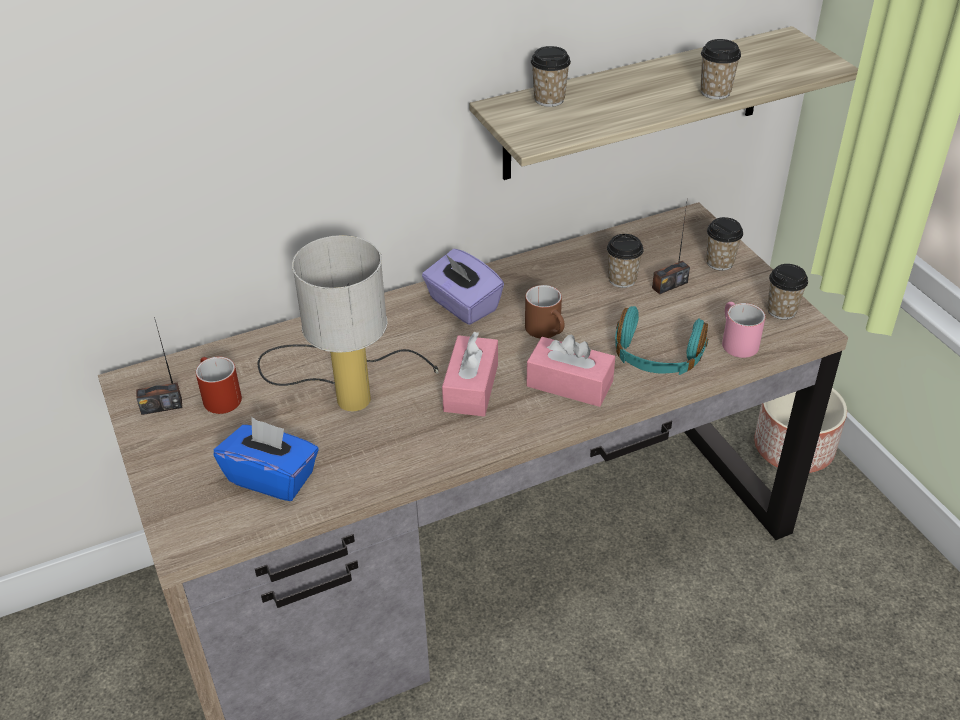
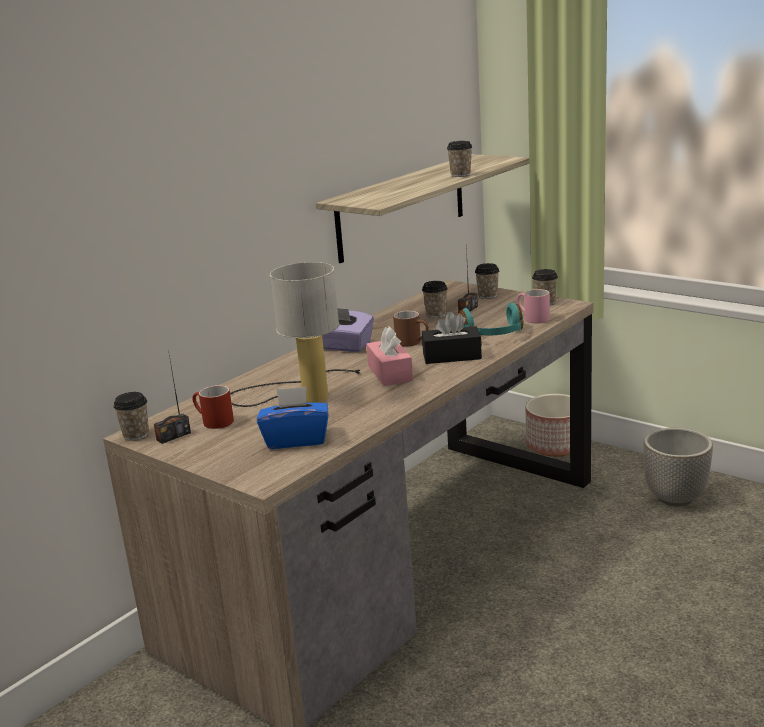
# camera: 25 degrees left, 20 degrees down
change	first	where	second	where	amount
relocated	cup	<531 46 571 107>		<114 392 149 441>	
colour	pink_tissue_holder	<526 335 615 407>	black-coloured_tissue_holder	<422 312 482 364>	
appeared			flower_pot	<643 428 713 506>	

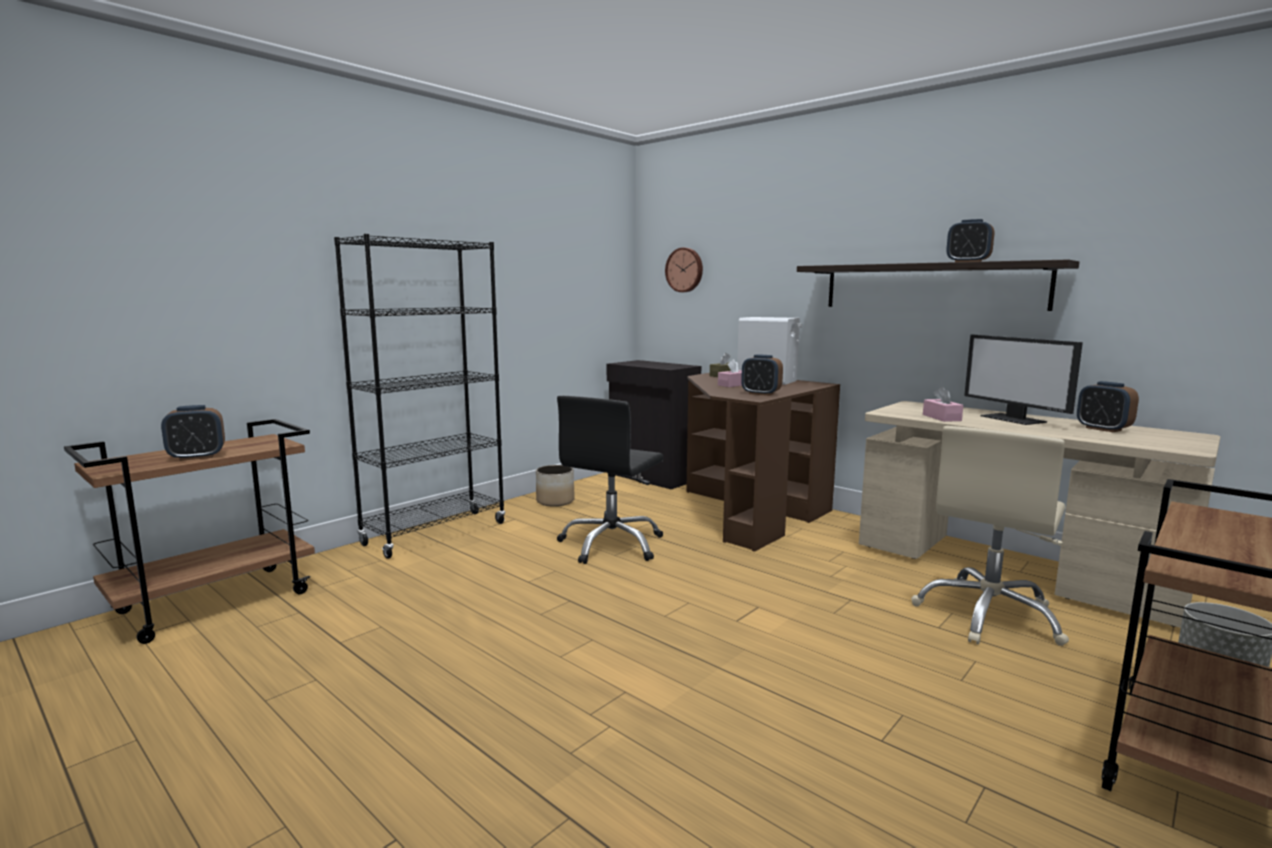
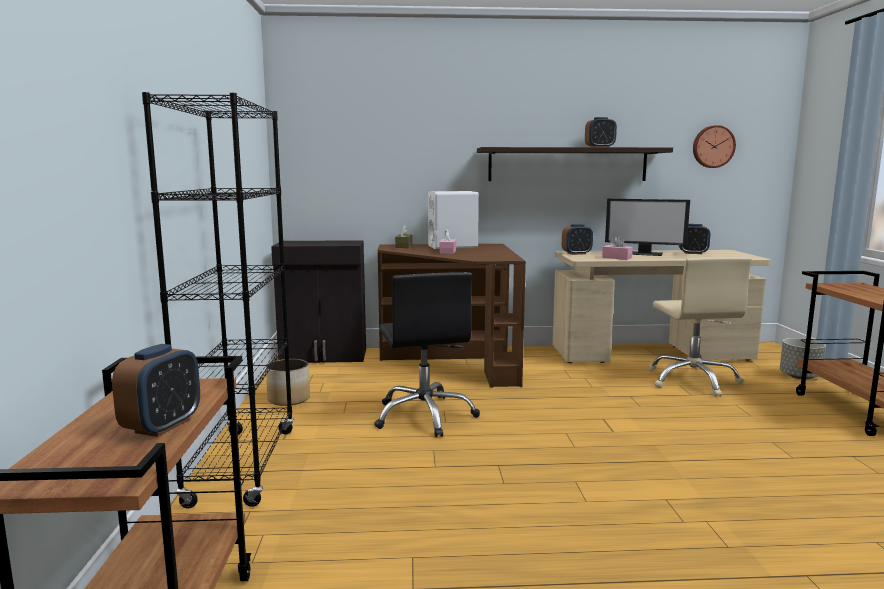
# camera: 45 degrees left, 0 degrees up
change	first	where	second	where	amount
relocated	wall_clock	<665 248 703 292>		<693 125 736 168>	
relocated	table_clock	<741 354 783 396>		<562 224 593 255>	

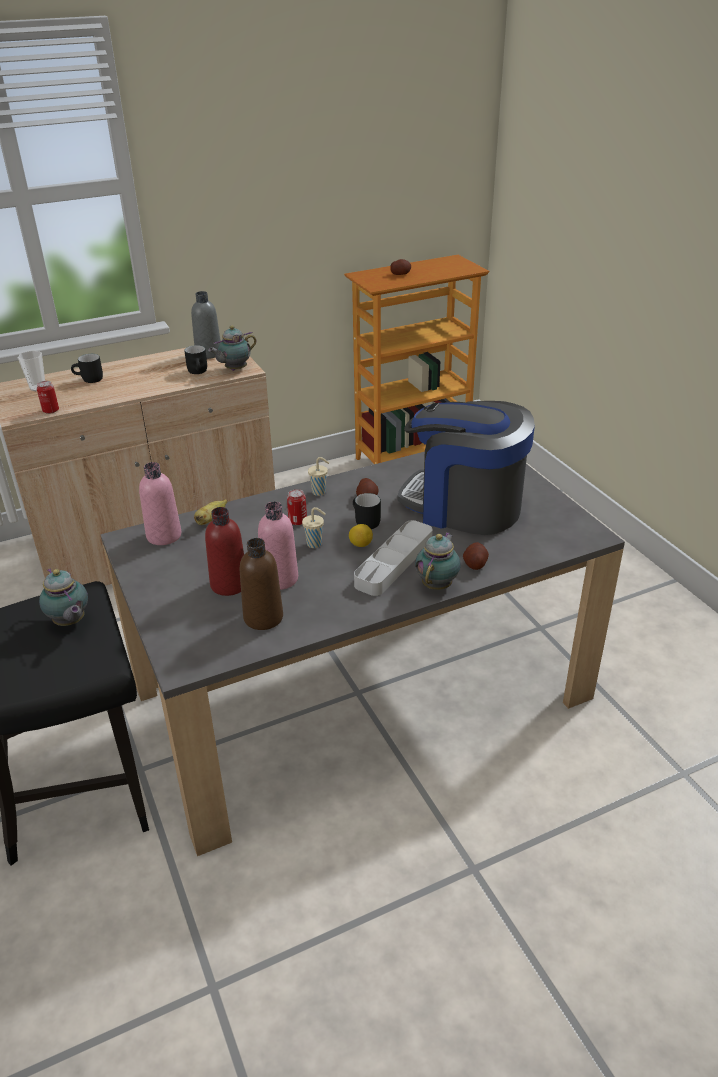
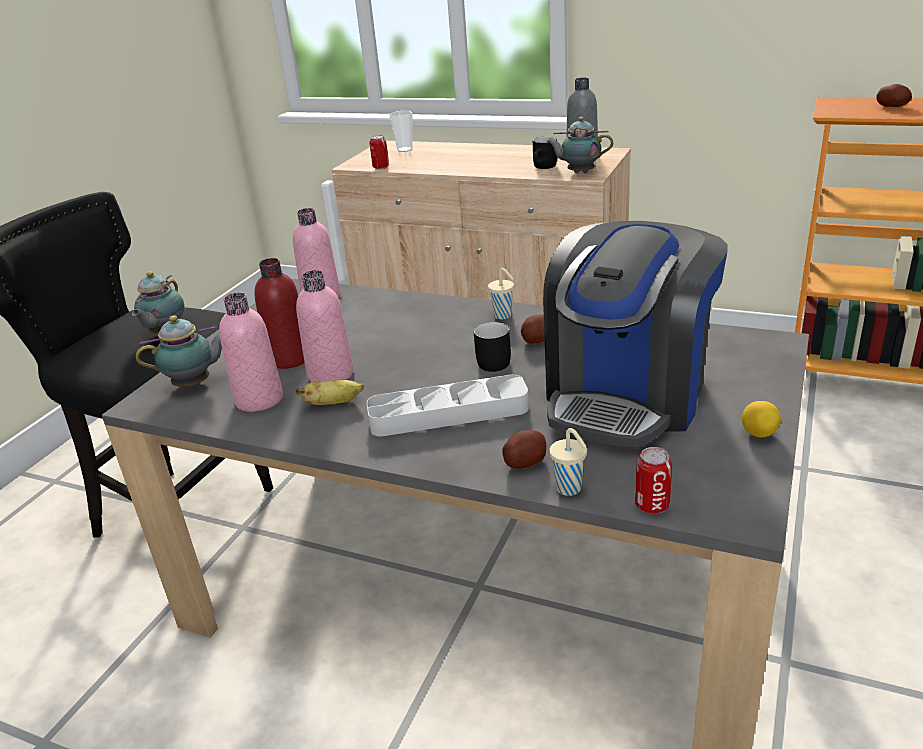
# camera: 50 degrees right, 5 degrees down
change	first	where	second	where	amount
missing	black-coloured_tea_mug	<71 354 103 383>			
spun	coffee_machine	<398 401 535 535>		<543 221 727 448>	135 degrees counterclockwise
relocated	sealed_can	<287 489 307 525>		<635 447 672 514>	
relocated	whole_banana	<194 499 227 525>		<296 380 364 405>	
relocated	sand-coloured_cup	<302 507 326 548>		<549 428 587 496>	
relocated	lemon	<349 524 373 547>		<742 401 781 437>	
relocated	teapot	<415 532 461 590>		<136 315 222 387>	
colour	brown_bottle	<240 538 283 630>	pink_bottle	<219 293 283 412>	

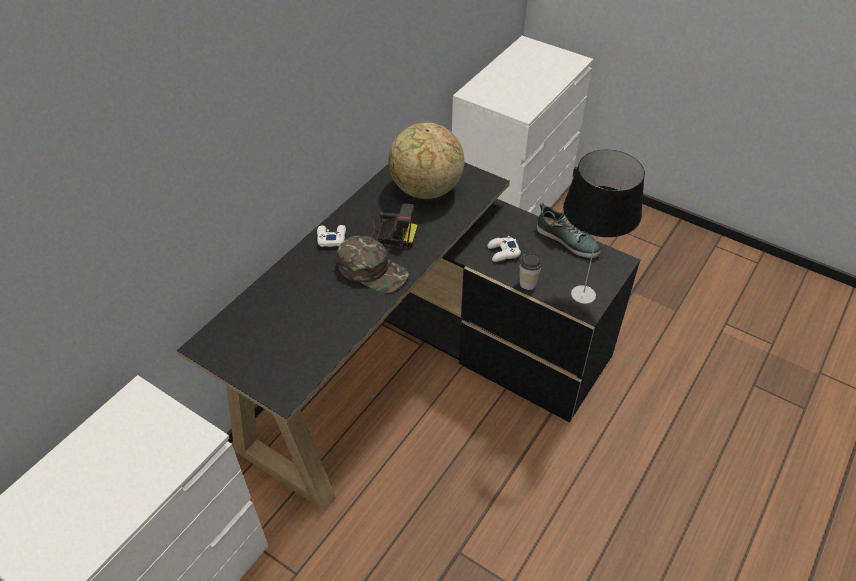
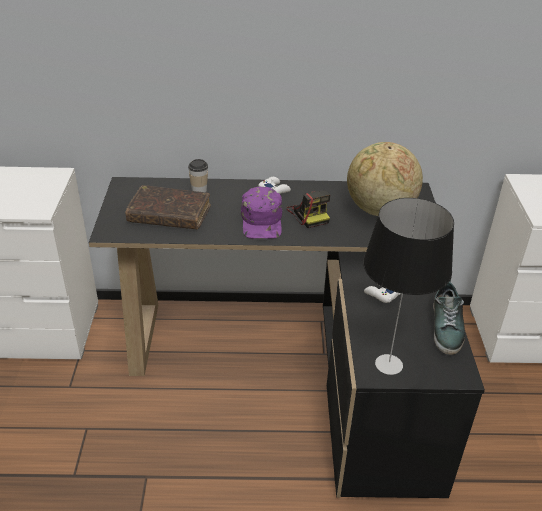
# camera: 55 degrees right, 10 degrees down
change	first	where	second	where	amount
colour	green_cap	<337 236 409 293>	purple-coloured_cap	<241 187 282 239>	
relocated	cup	<520 253 542 290>		<188 159 208 192>	
appeared			brown_book	<125 185 211 229>	

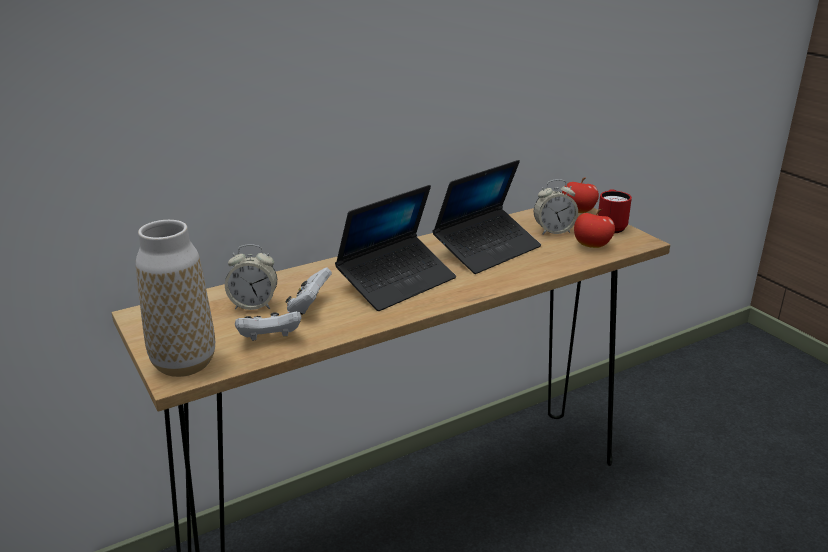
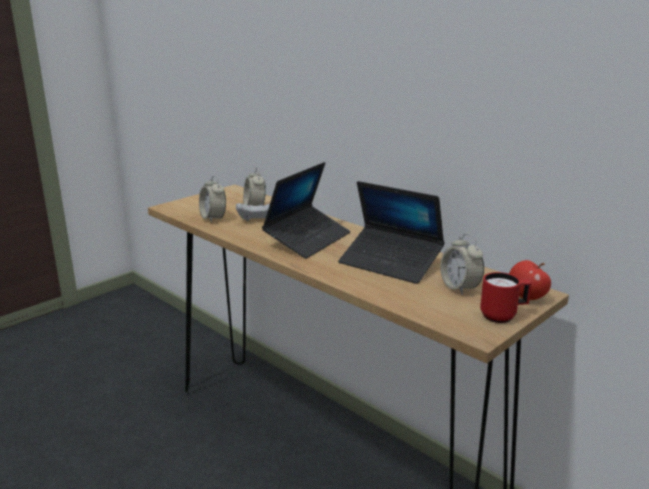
# camera: 75 degrees right, 5 degrees down
change	first	where	second	where	amount
spun	portable_computer	<335 185 456 311>		<262 162 350 259>	90 degrees counterclockwise
missing	apple	<574 209 615 248>			
missing	flower_vase	<136 220 215 377>			
exchanged	white-coloured_game_controller	<235 311 301 341>	table_clock	<199 176 226 223>	

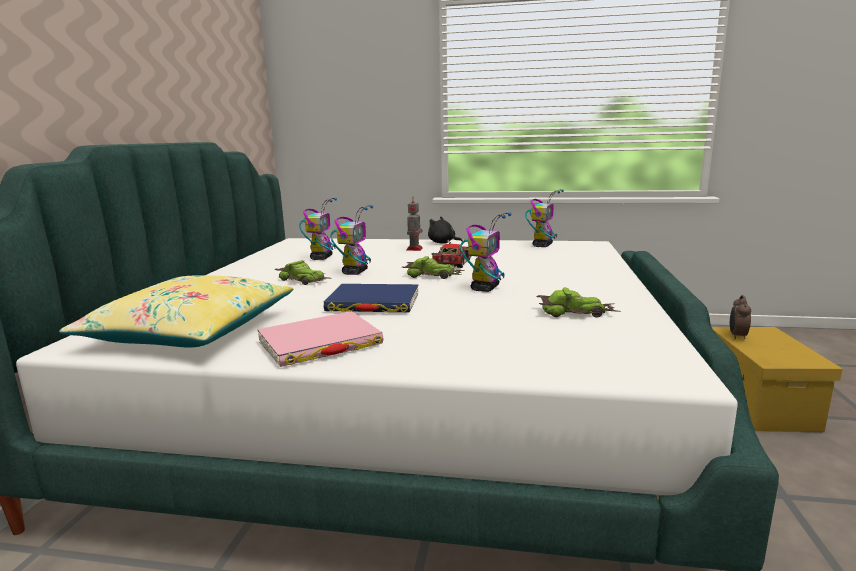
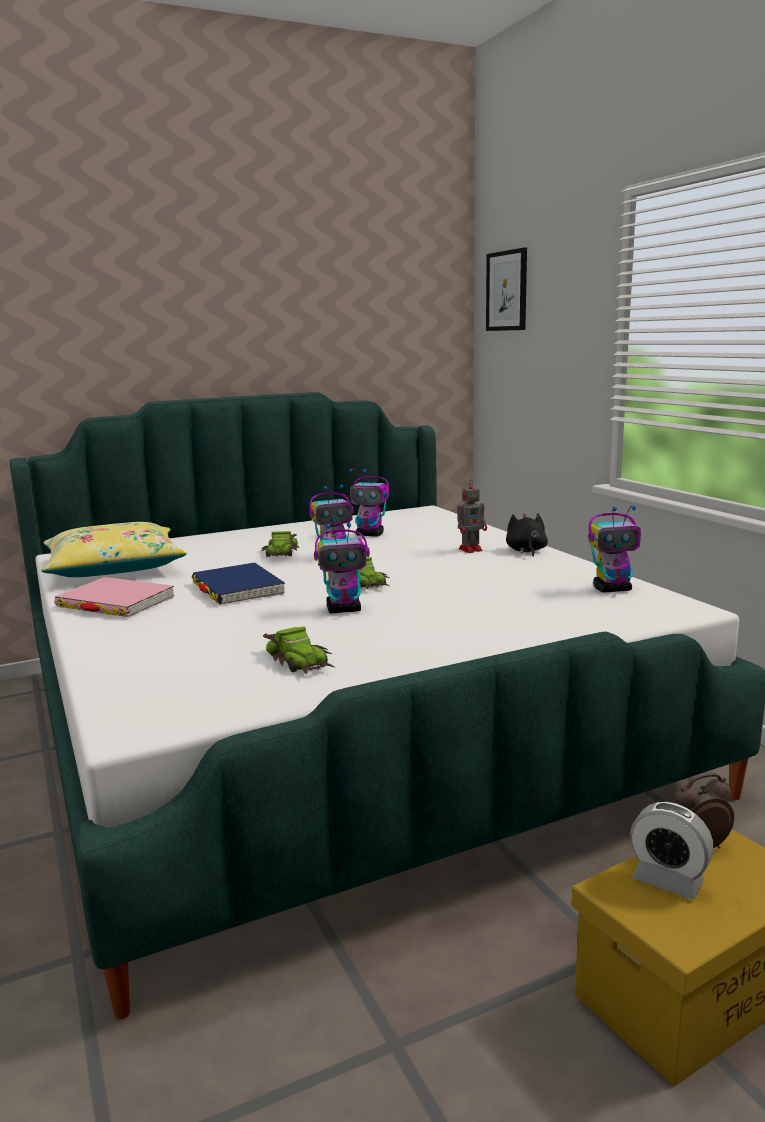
# camera: 55 degrees right, 0 degrees up
change	first	where	second	where	amount
spun	robot_figure	<299 198 337 260>		<349 469 390 537>	45 degrees clockwise
missing	toy_car	<432 244 472 268>			
appeared			wall_picture	<486 248 527 331>	
appeared			table_clock	<630 802 714 900>	

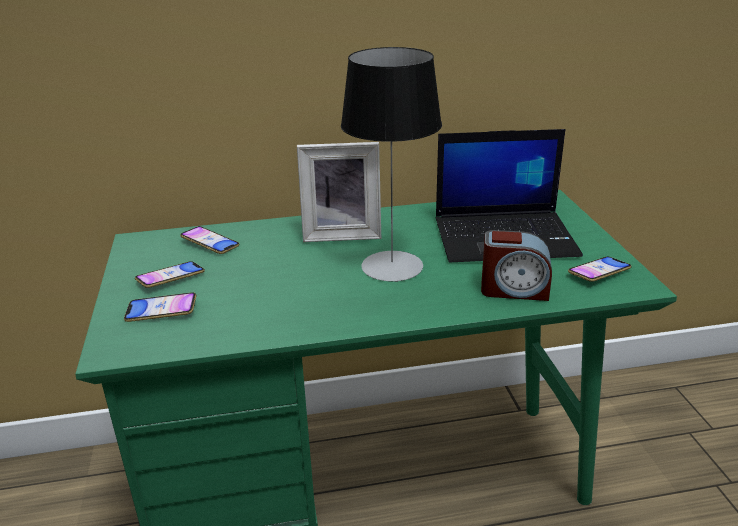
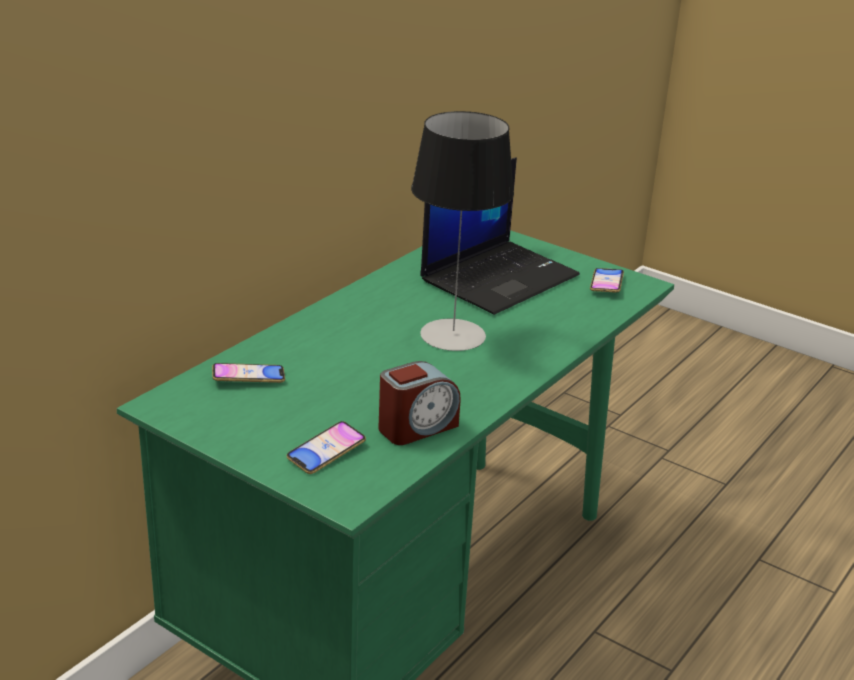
# camera: 45 degrees left, 0 degrees up
change	first	where	second	where	amount
missing	photo_frame	<297 142 381 242>			
relocated	table_clock	<481 230 552 301>		<378 361 461 445>	
missing	phone	<135 261 205 288>			

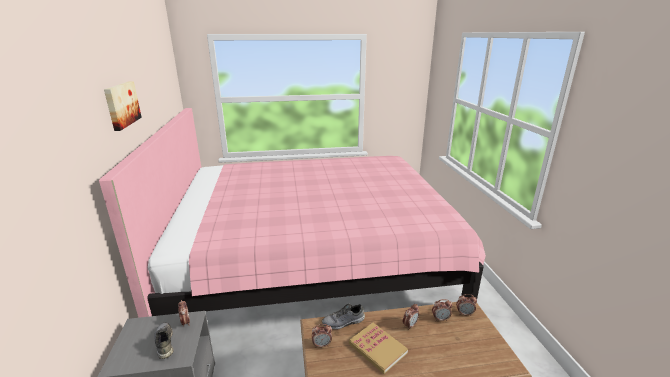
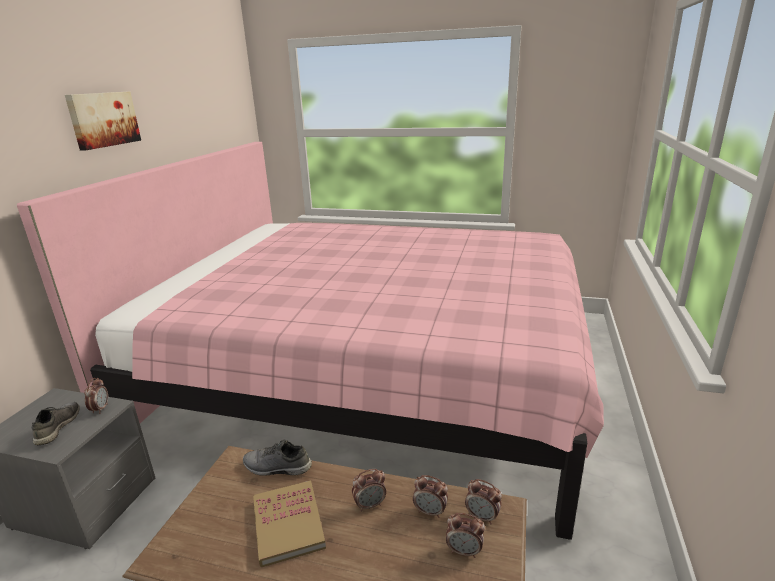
# camera: 25 degrees right, 0 degrees up
change	first	where	second	where	amount
relocated	table_clock	<312 324 332 348>		<446 513 485 558>	

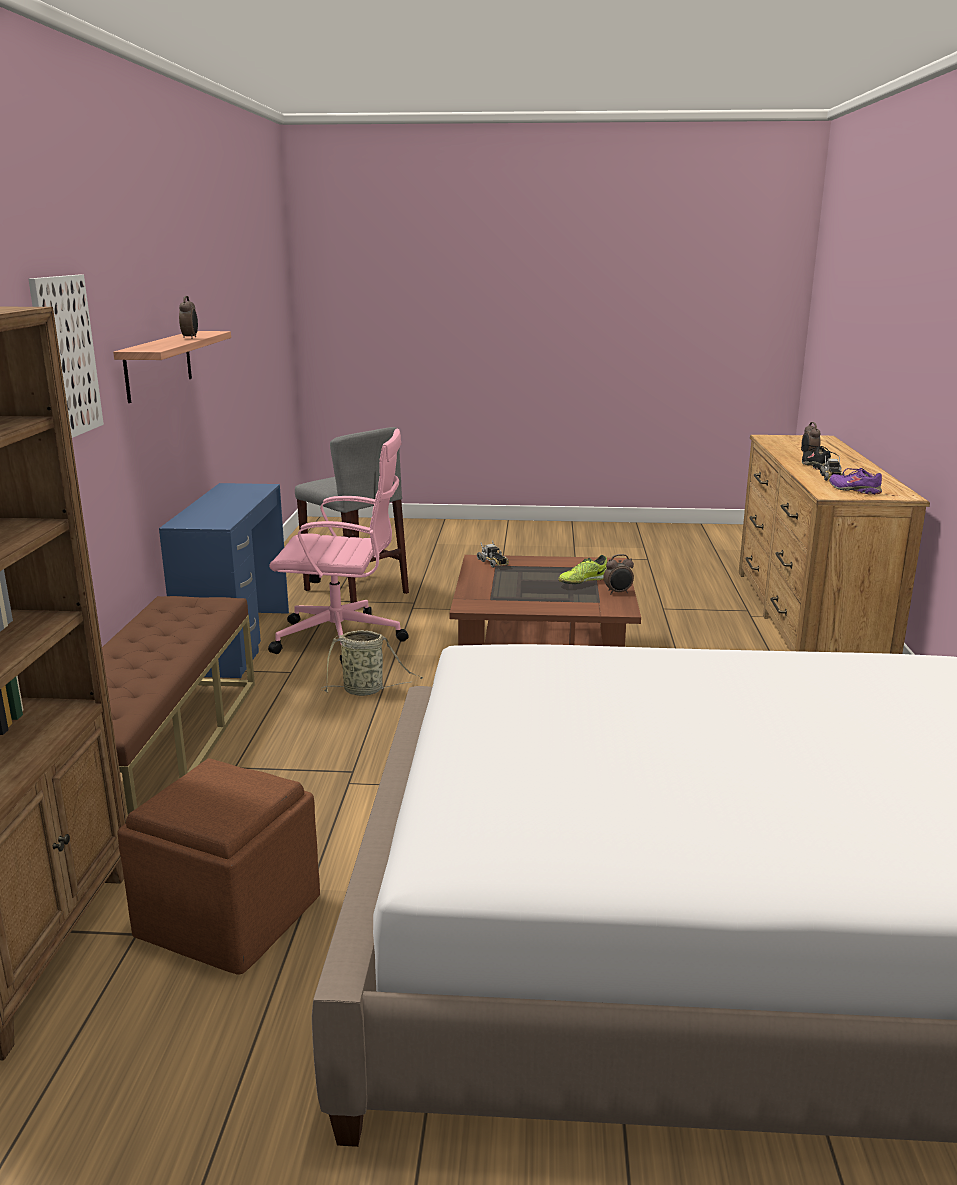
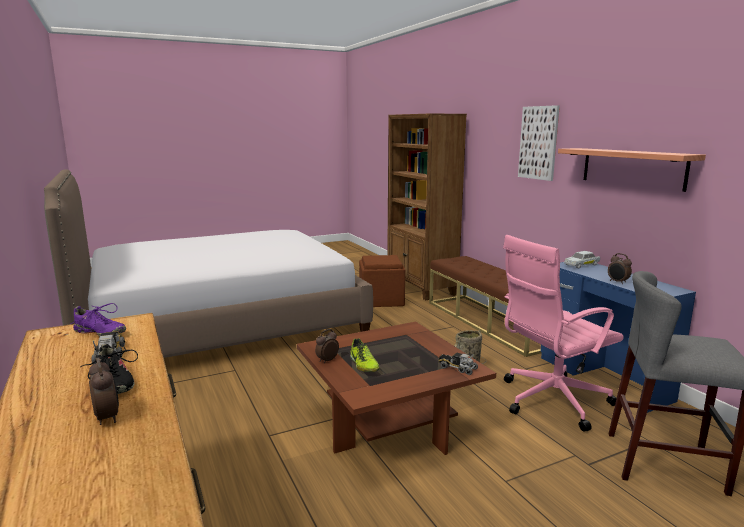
# camera: 150 degrees right, 5 degrees down
change	first	where	second	where	amount
relocated	table_clock	<179 296 198 339>		<608 253 632 284>	
spun	low_shoe	<558 555 607 584>		<350 339 380 372>	135 degrees clockwise
appeared			white-coloured_toy_car	<564 251 600 268>	

